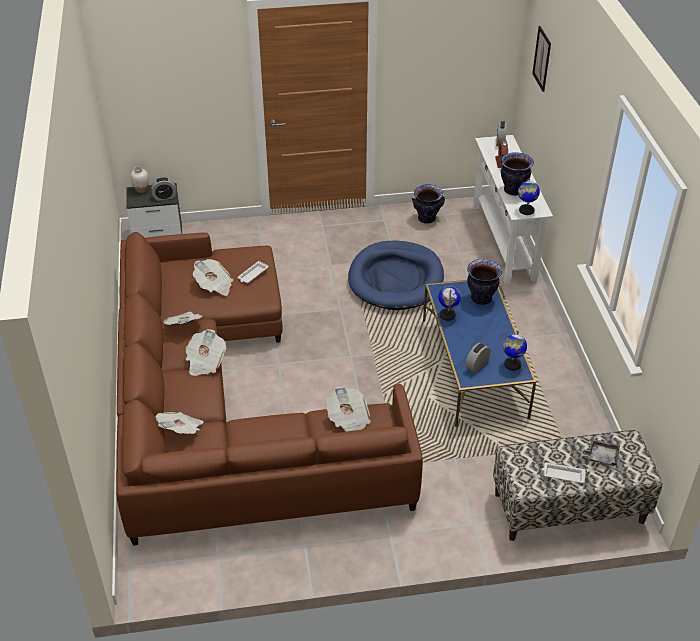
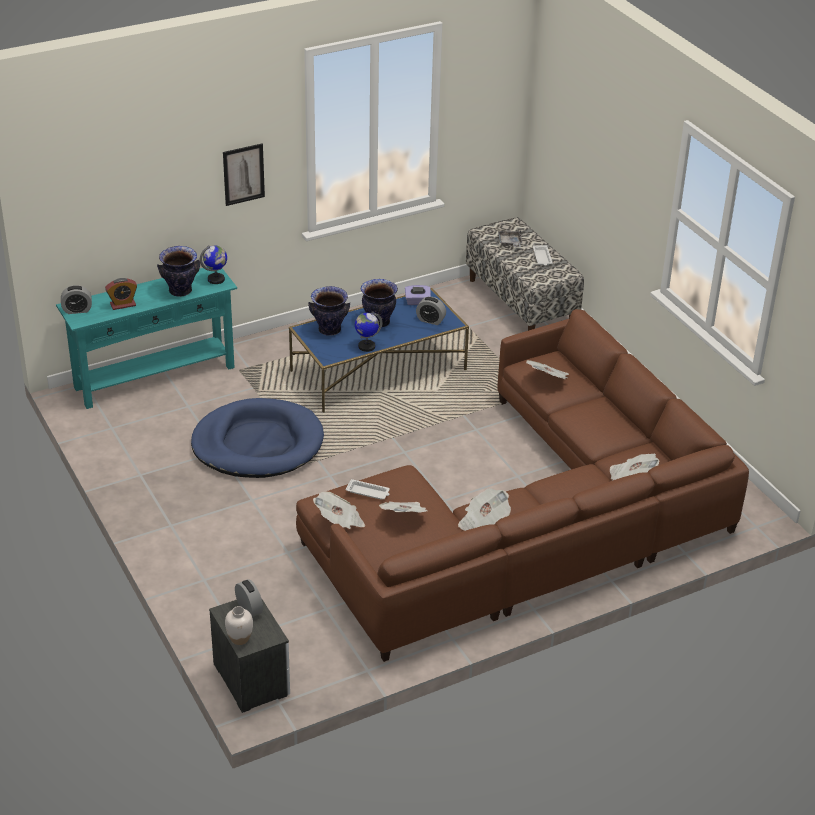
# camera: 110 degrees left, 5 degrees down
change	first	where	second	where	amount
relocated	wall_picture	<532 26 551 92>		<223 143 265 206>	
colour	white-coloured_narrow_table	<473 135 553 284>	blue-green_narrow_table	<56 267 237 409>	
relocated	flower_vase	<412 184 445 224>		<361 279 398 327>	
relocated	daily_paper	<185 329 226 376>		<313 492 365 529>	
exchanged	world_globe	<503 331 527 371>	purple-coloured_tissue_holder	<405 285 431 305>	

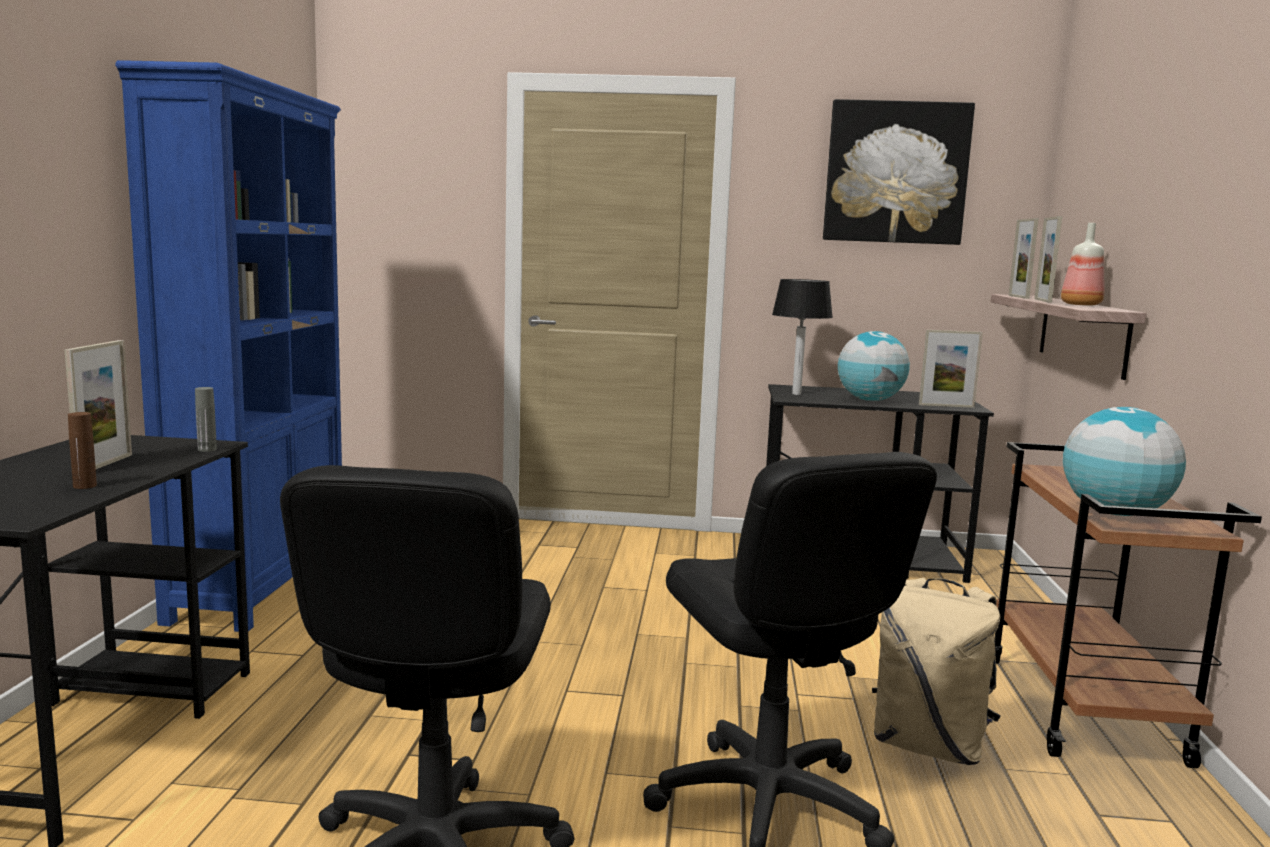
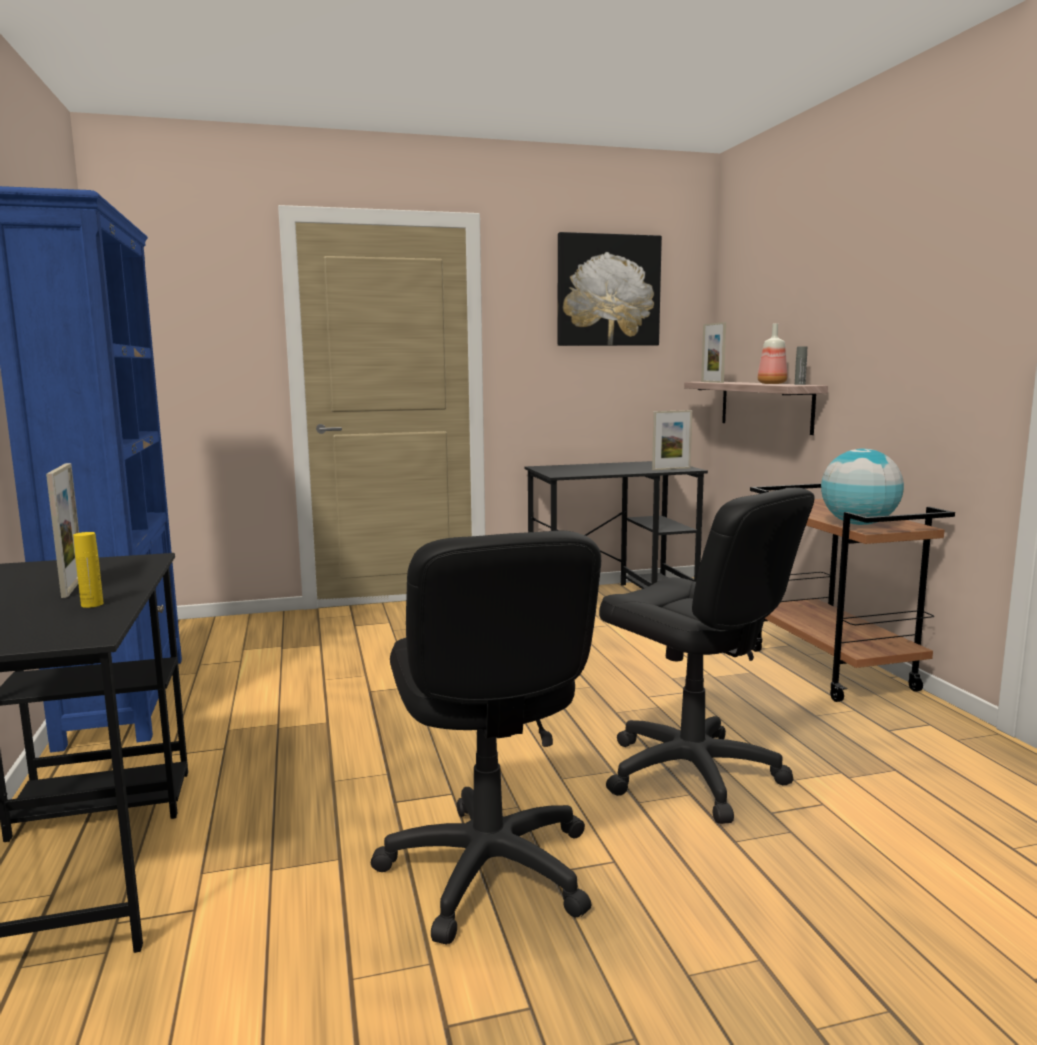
# camera: 20 degrees left, 0 degrees up
change	first	where	second	where	amount
missing	photo_frame	<1034 216 1063 303>			
missing	lamp_for_a_table	<772 279 833 395>			
missing	world_globe	<838 331 910 401>			
relocated	grey_bottle	<195 387 217 452>		<795 346 807 385>	
colour	brown_bottle	<68 412 97 489>	yellowish_bottle	<73 532 103 608>	
missing	sand-coloured_backpack	<872 578 1001 765>			

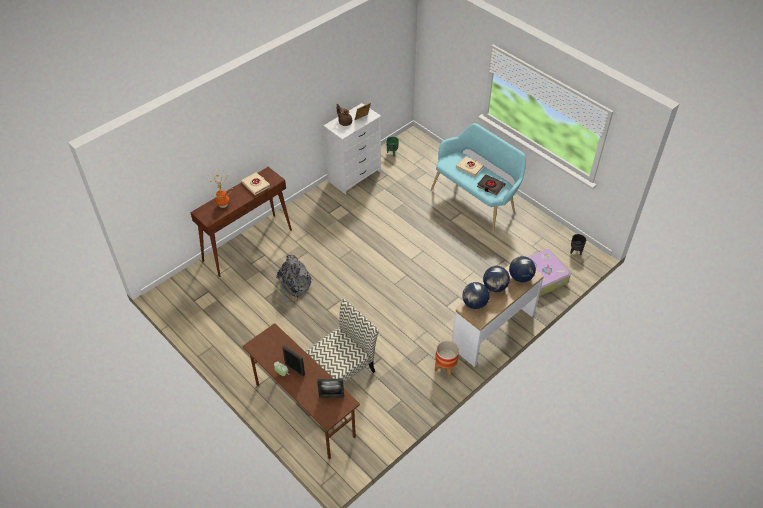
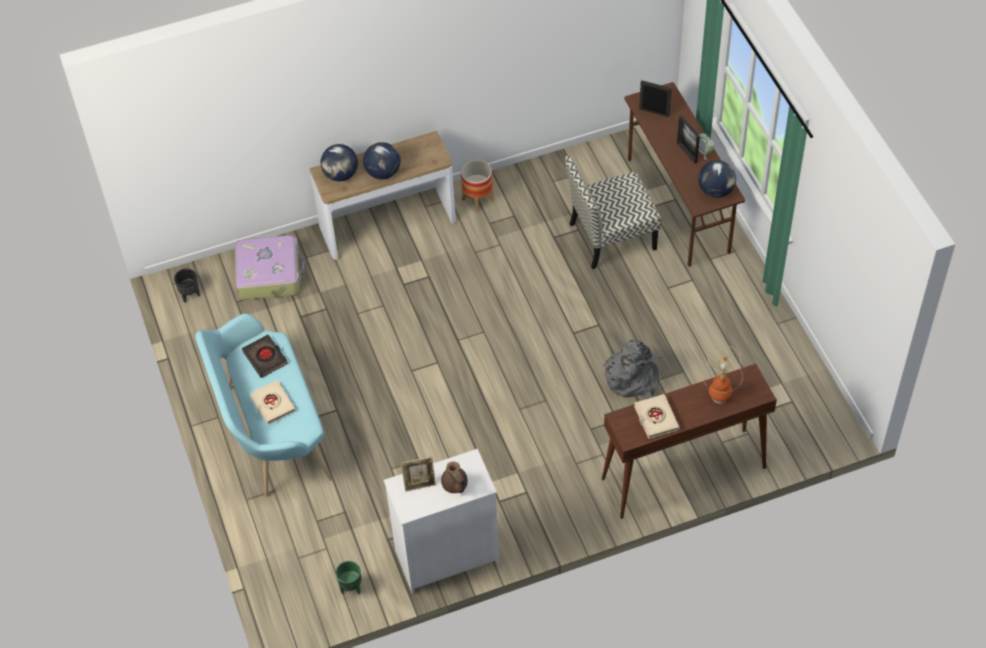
# camera: 155 degrees left, 5 degrees up
change	first	where	second	where	amount
relocated	world_globe	<462 282 489 309>		<698 160 736 198>	

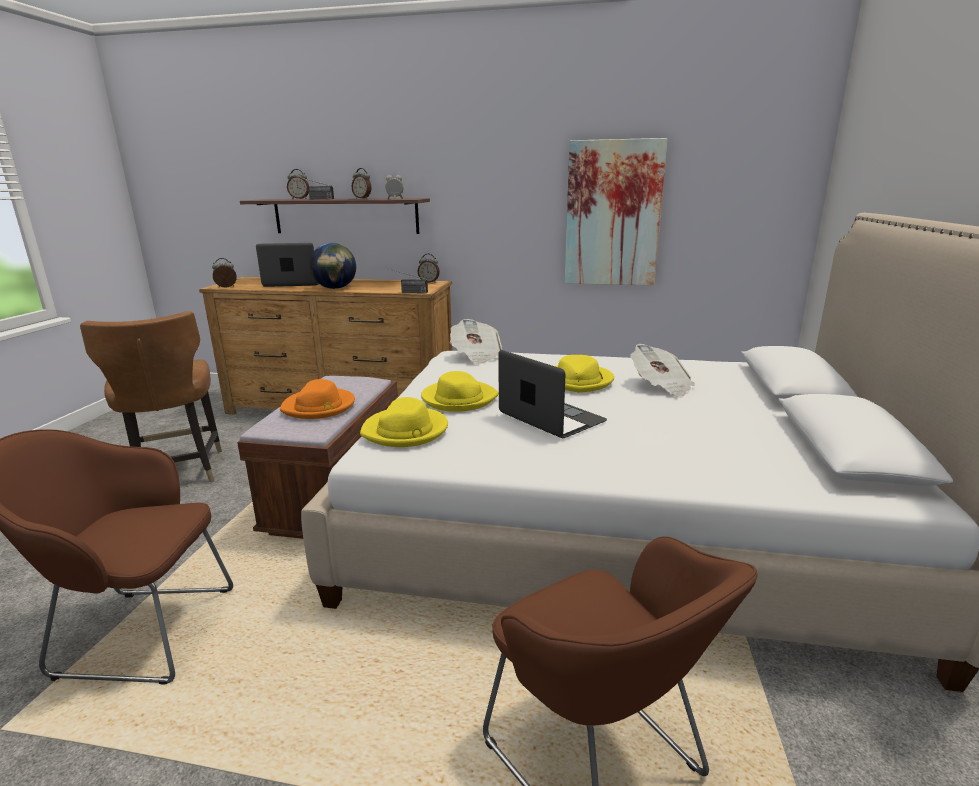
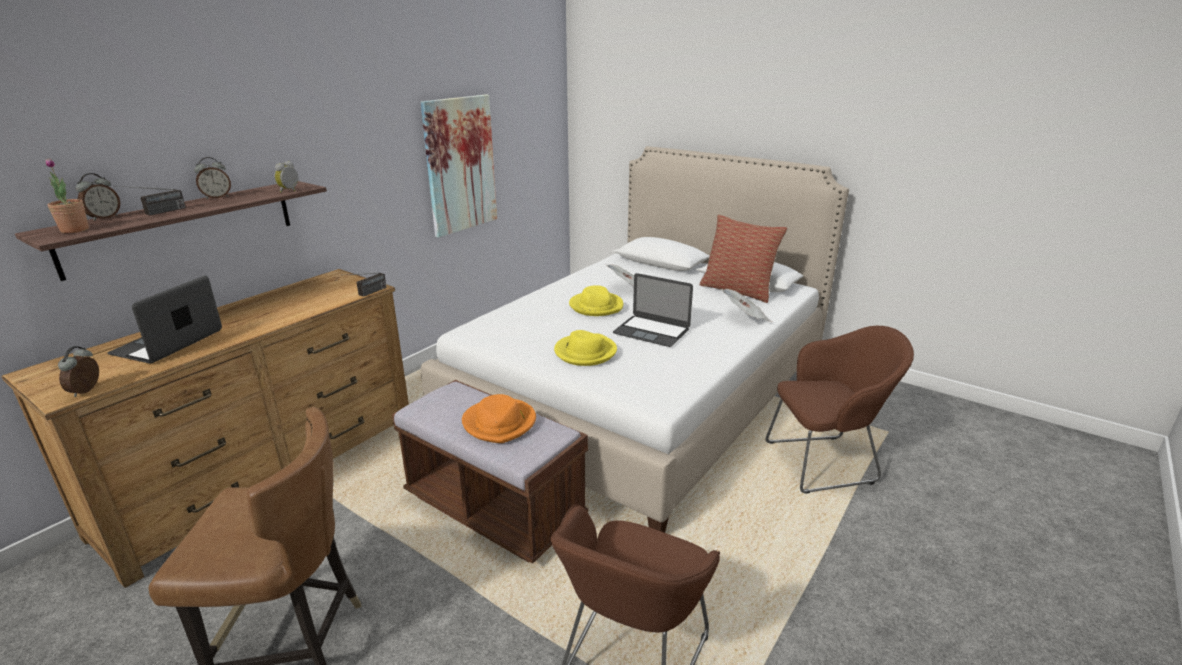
# camera: 65 degrees left, 5 degrees up
change	first	where	second	where	amount
missing	world_globe	<310 243 356 289>			
missing	table_clock	<418 254 440 283>			
relocated	daily_paper	<450 319 502 364>		<721 289 772 322>	
spun	portable_computer	<498 350 607 438>		<613 273 693 347>	135 degrees counterclockwise
missing	yellowish_hat	<360 397 448 447>			
appeared			plant_in_a_pot	<45 158 89 233>	
appeared			throw_pillow	<700 215 787 303>	

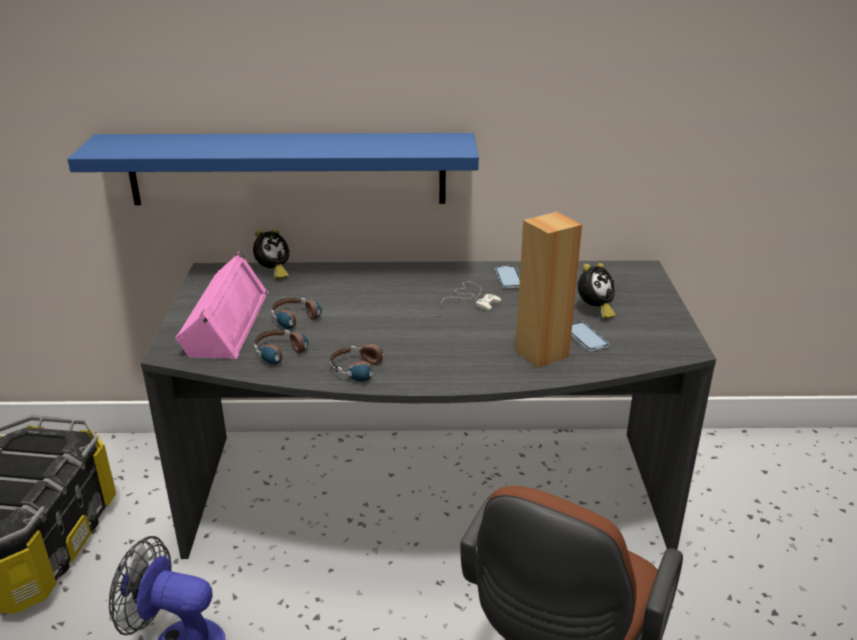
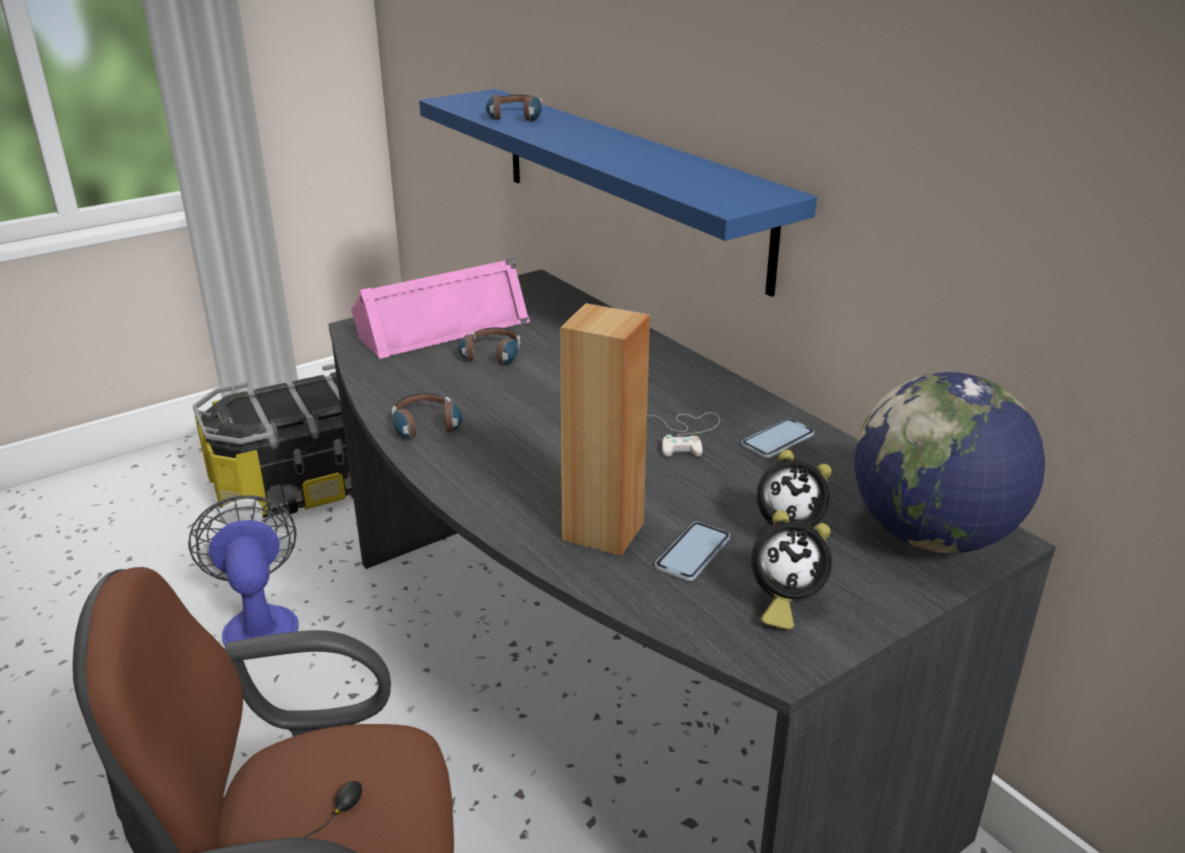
# camera: 55 degrees right, 0 degrees up
change	first	where	second	where	amount
relocated	table_clock	<253 229 289 279>		<751 510 832 630>	
relocated	headphones	<254 330 308 365>		<486 95 542 121>	
appeared			world_globe	<854 372 1045 553>	

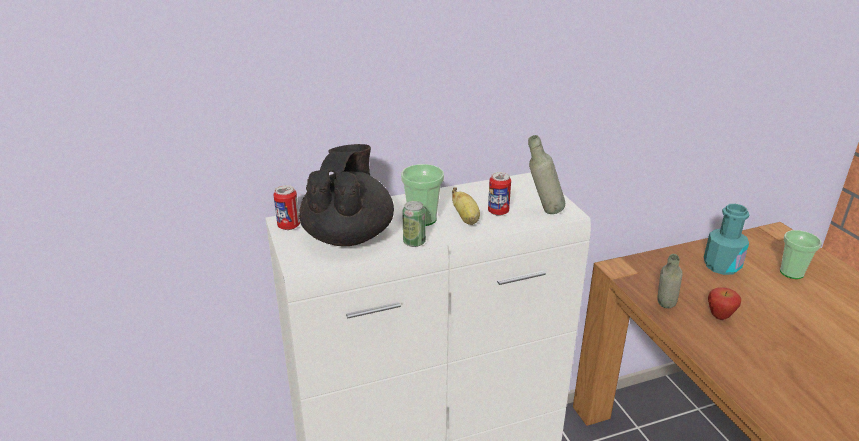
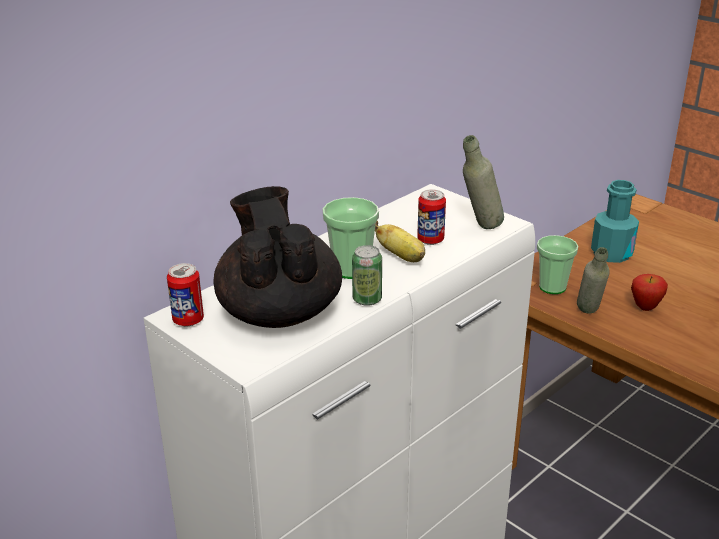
# camera: 25 degrees left, 0 degrees up
change	first	where	second	where	amount
relocated	cup	<780 230 822 279>		<537 235 578 294>	

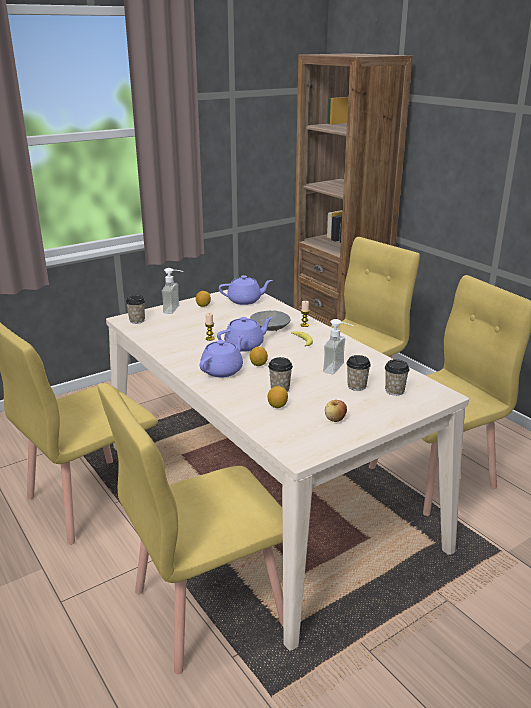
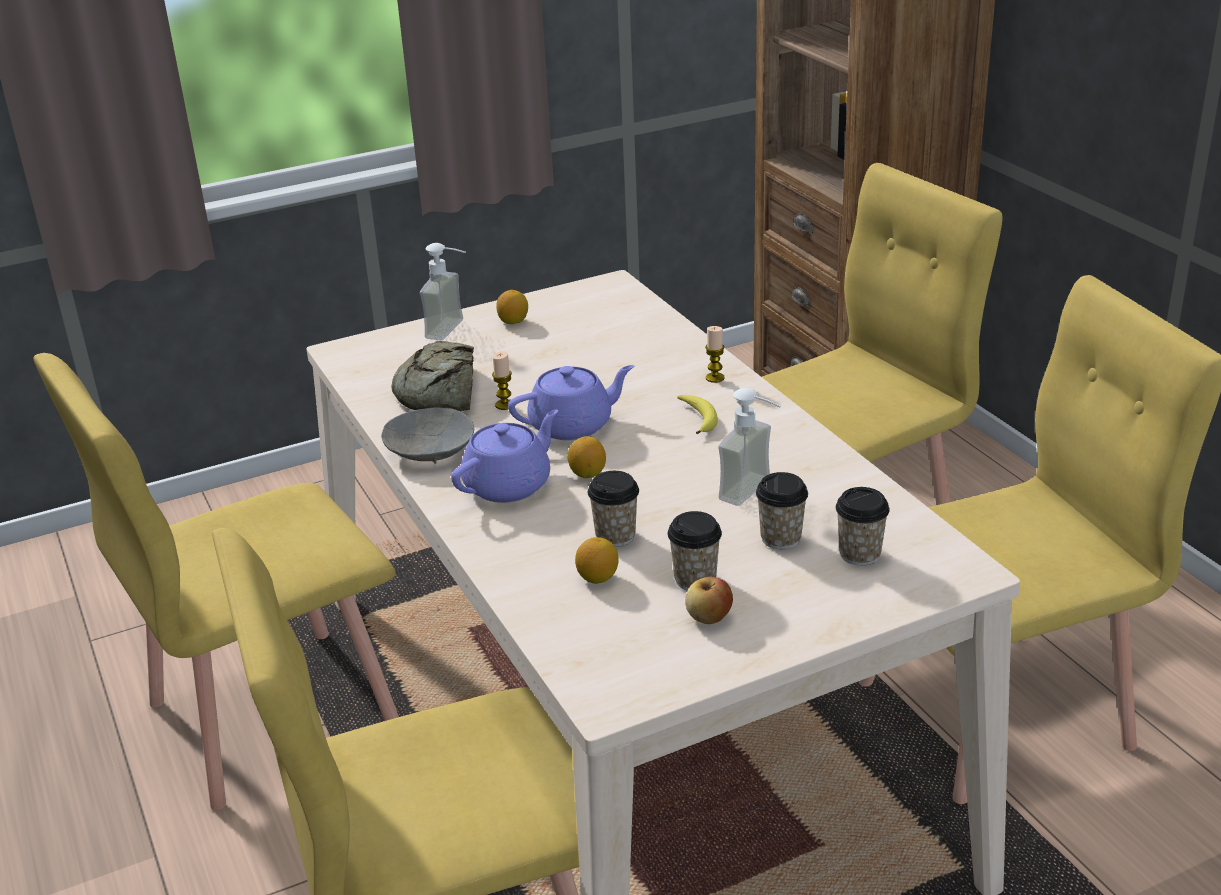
# camera: 10 degrees right, 5 degrees up
change	first	where	second	where	amount
missing	purple-coloured_teapot	<219 275 273 305>			
relocated	cup	<126 295 145 324>		<667 511 722 590>	
relocated	grey_deep_dish	<250 311 290 331>		<381 408 474 464>	
appeared			bread	<391 341 474 412>	

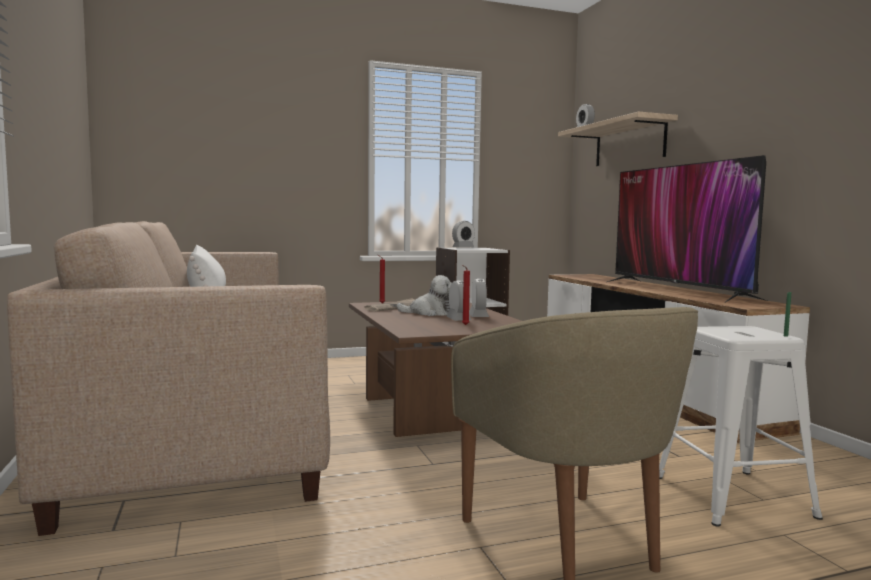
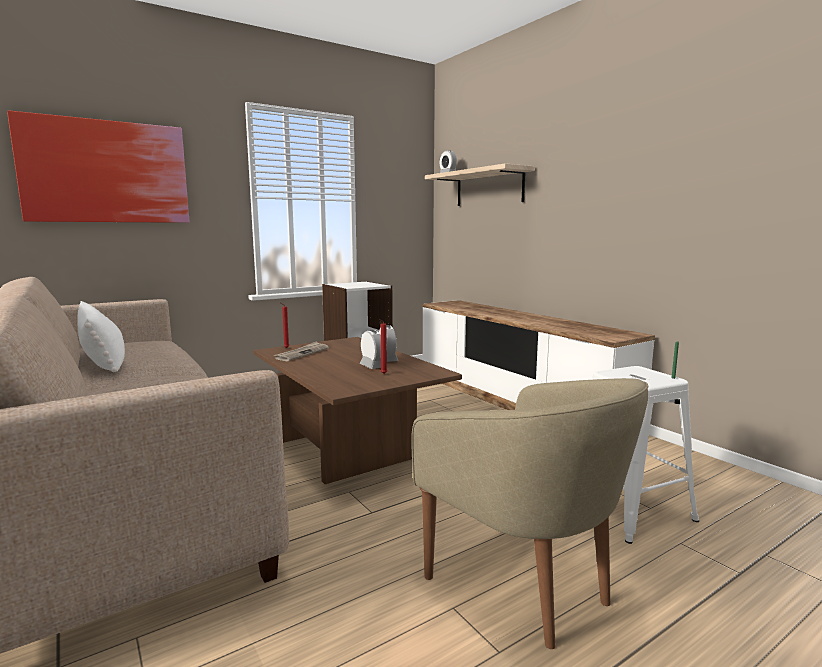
# camera: 15 degrees left, 5 degrees up
change	first	where	second	where	amount
missing	TV	<607 155 767 303>			
missing	table_clock	<452 221 475 248>			
missing	cuddly_toy	<396 275 452 316>			
appeared			wall_picture	<7 111 189 223>	

